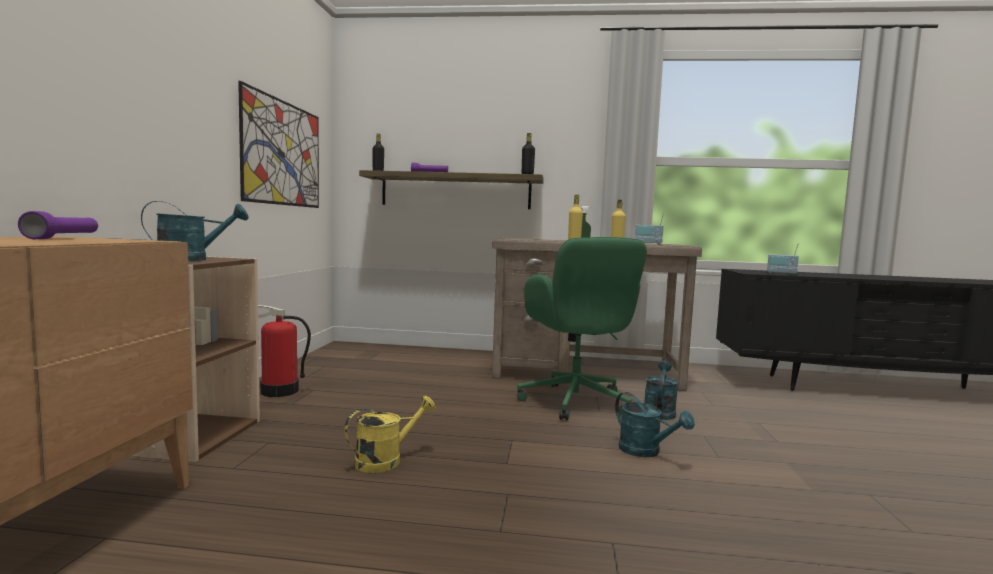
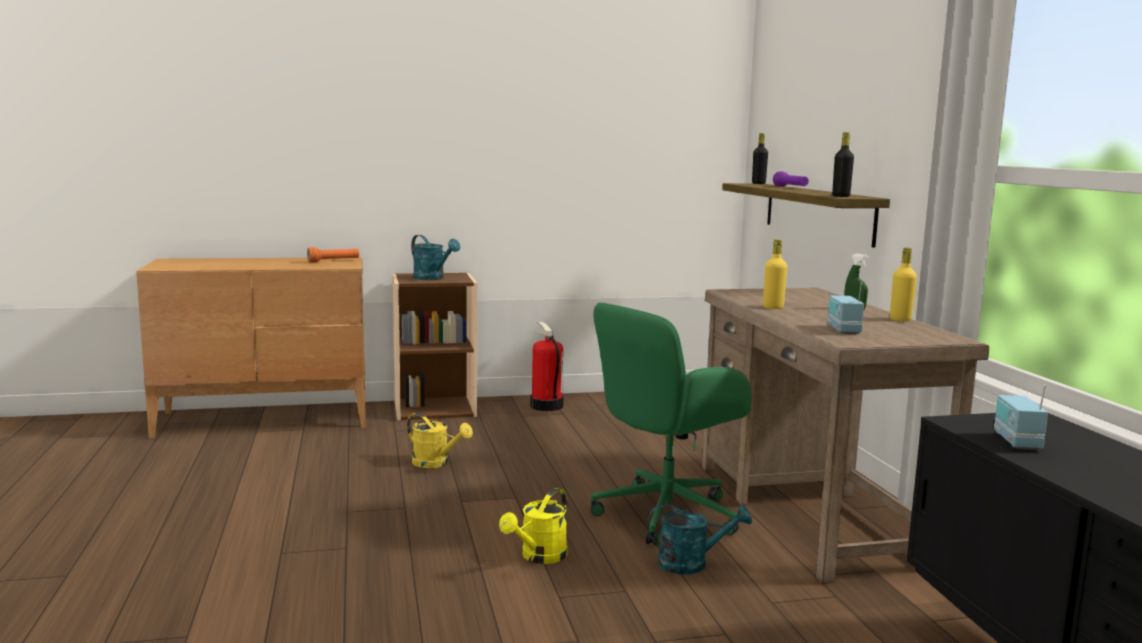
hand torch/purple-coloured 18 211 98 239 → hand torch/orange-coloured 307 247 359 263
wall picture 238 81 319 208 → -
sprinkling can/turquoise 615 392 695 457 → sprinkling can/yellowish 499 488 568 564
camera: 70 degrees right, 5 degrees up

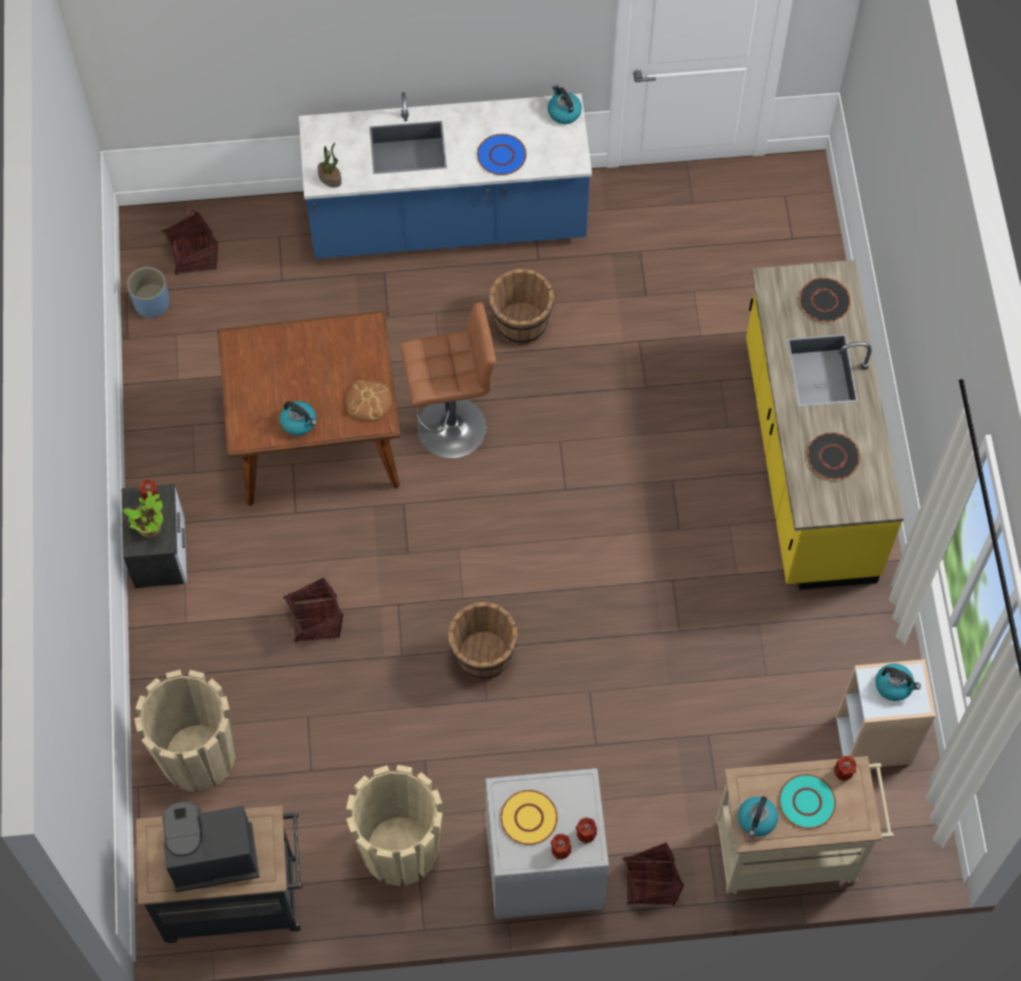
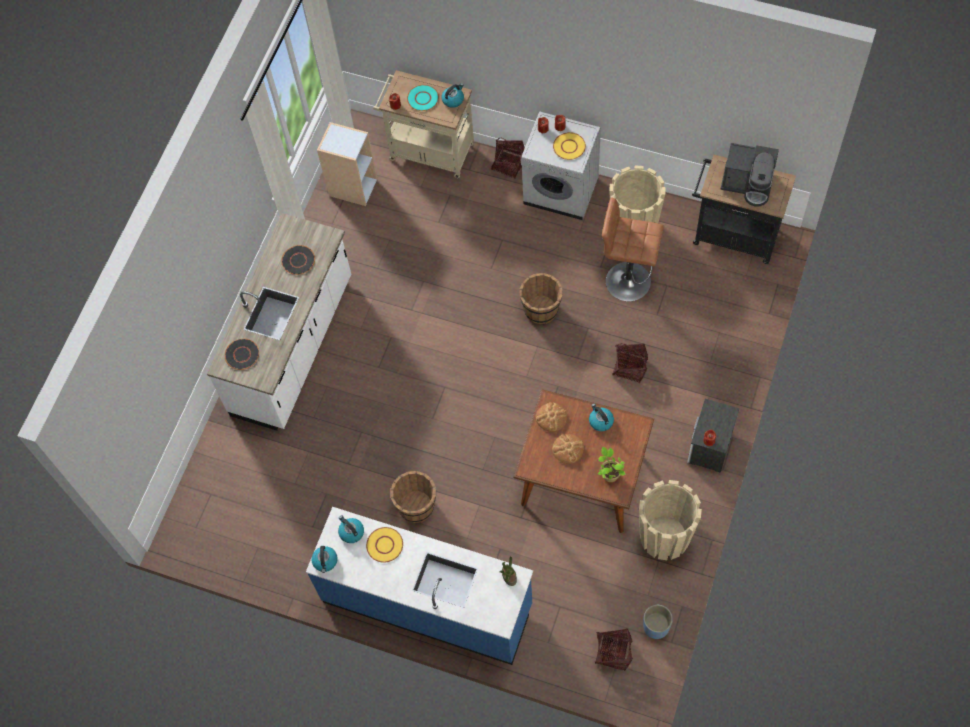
plant in a pot 123 491 163 538 → plant in a pot 598 447 625 482, move
flower pot/sand-coloured 134 670 236 792 → flower pot/sand-coloured 639 480 702 560, move
sitting stool/brownish 400 302 496 458 → sitting stool/brownish 602 198 664 301, move
flat dish/blue 477 134 527 175 → flat dish/yellowish 366 527 403 563
kitchen base unit/yellowish 746 260 904 590 → kitchen base unit/white 207 213 351 431
tea kettle 875 664 921 701 → tea kettle 338 515 364 543, move
- → baked bread 552 434 584 464
camera: 150 degrees left, 0 degrees up

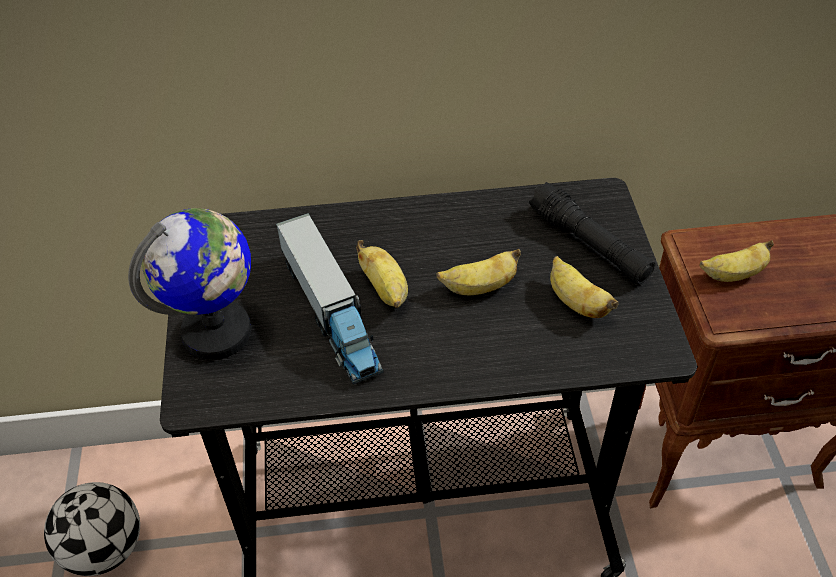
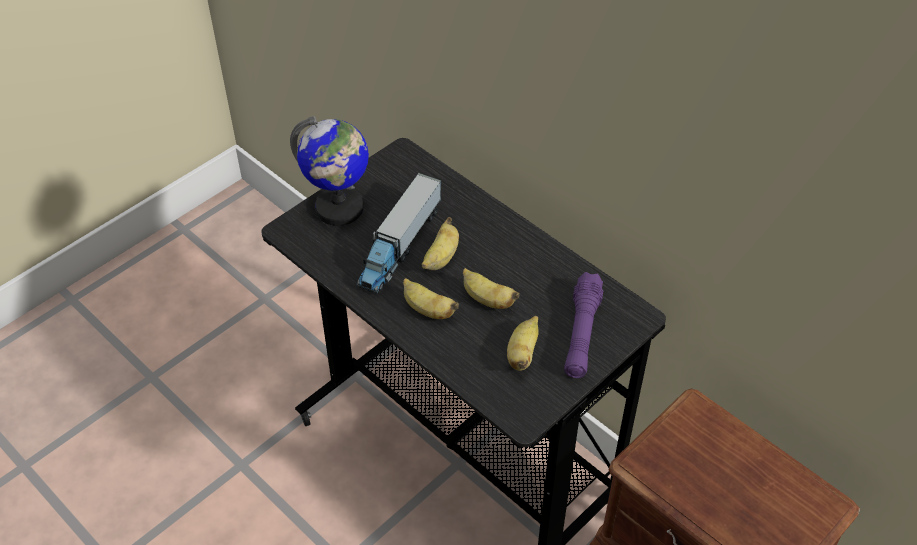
ball for football 44 482 140 576 → -
hand torch/blackish 529 182 655 284 → hand torch/purple-coloured 564 272 603 378
banana fruit 699 240 774 282 → banana fruit 403 278 459 319, move
camera: 50 degrees right, 0 degrees up

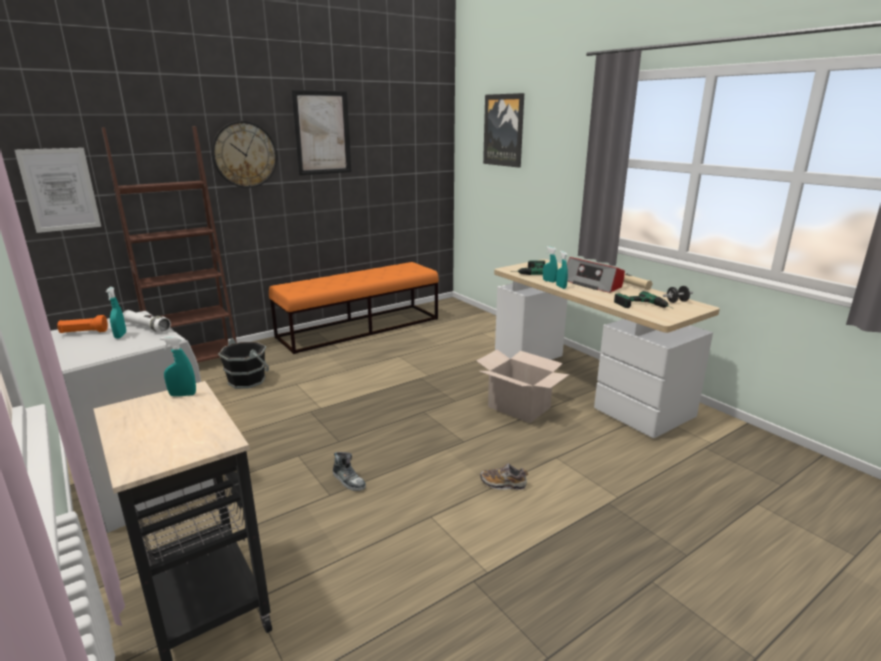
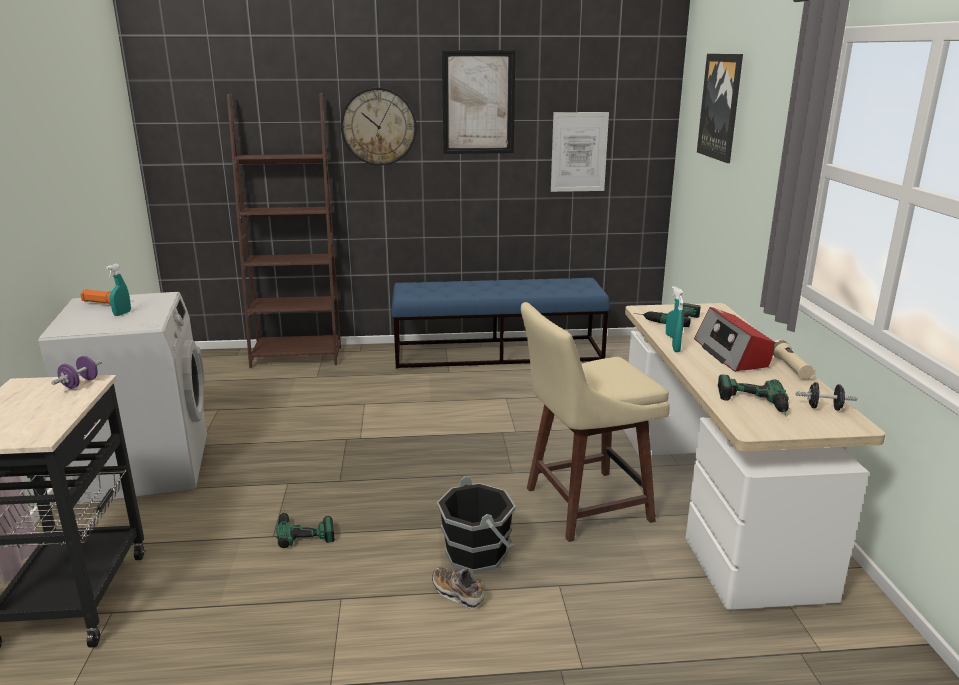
wall picture 15 148 101 233 → wall picture 551 112 609 192, move
hand torch/white 123 310 171 332 → -
sprayer/turquoise 160 336 196 396 → dumbbell/purple-coloured 51 356 102 389
water bucket/blackish 218 339 269 389 → water bucket/blackish 437 476 516 574, move
long seat/orange-coloured 269 262 439 354 → long seat/blue 391 278 610 368
shoe 333 452 366 491 → drill 276 508 335 548
carton 476 350 570 423 → sitting stool/sand-coloured 521 302 670 542
camera: 30 degrees right, 0 degrees up

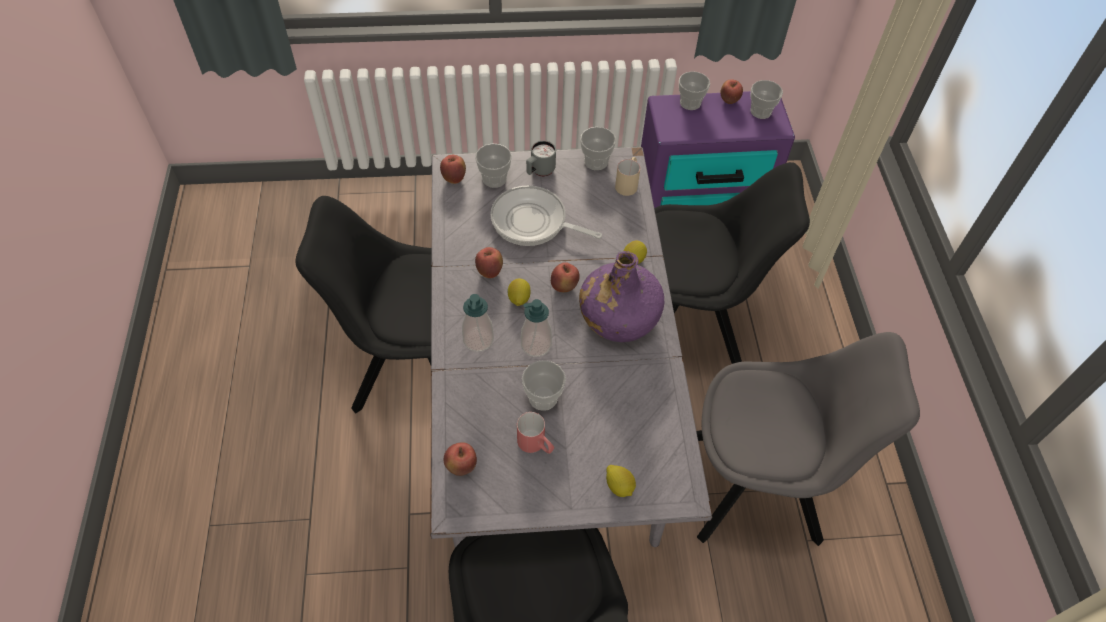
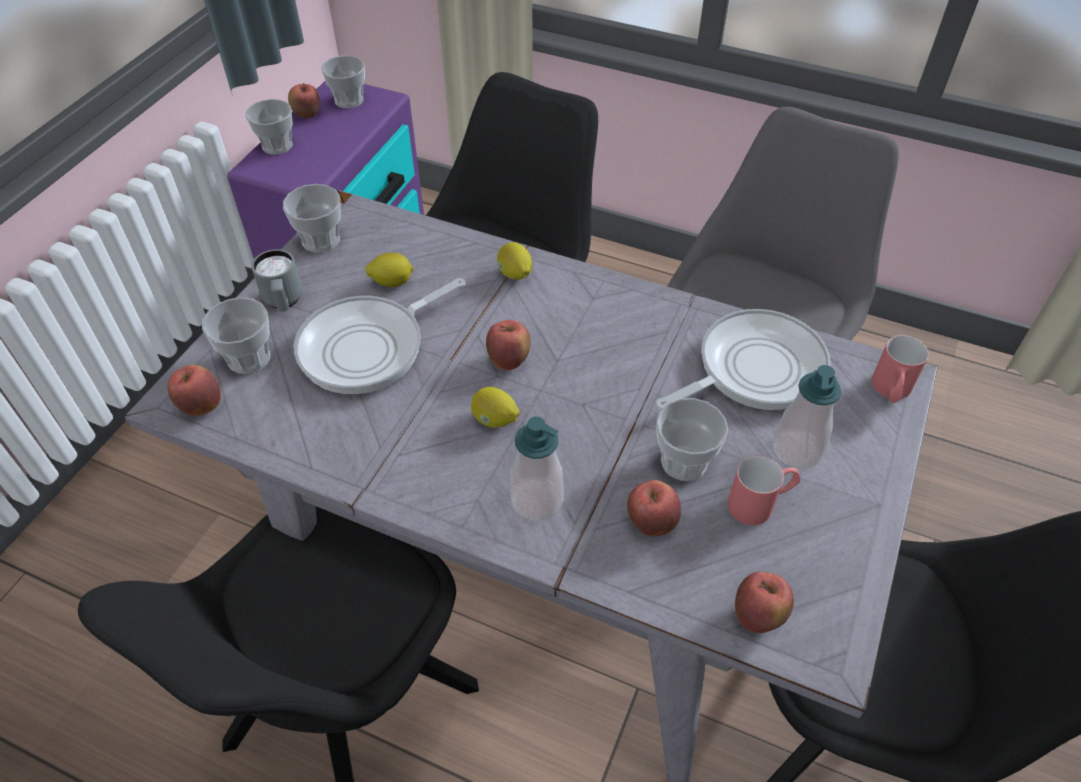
whole apple 475 247 503 278 → whole apple 627 480 681 537, move
soap dispenser 521 299 552 357 → soap dispenser 772 365 841 469, move
bottle/purple-coloured 579 251 665 342 → -
lemon 606 465 636 497 → lemon 366 253 414 287, move
mug/sand-coloured 615 157 640 196 → -
- → skillet 656 309 831 410
- → mug/red 871 335 929 403
camera: 60 degrees left, 5 degrees down

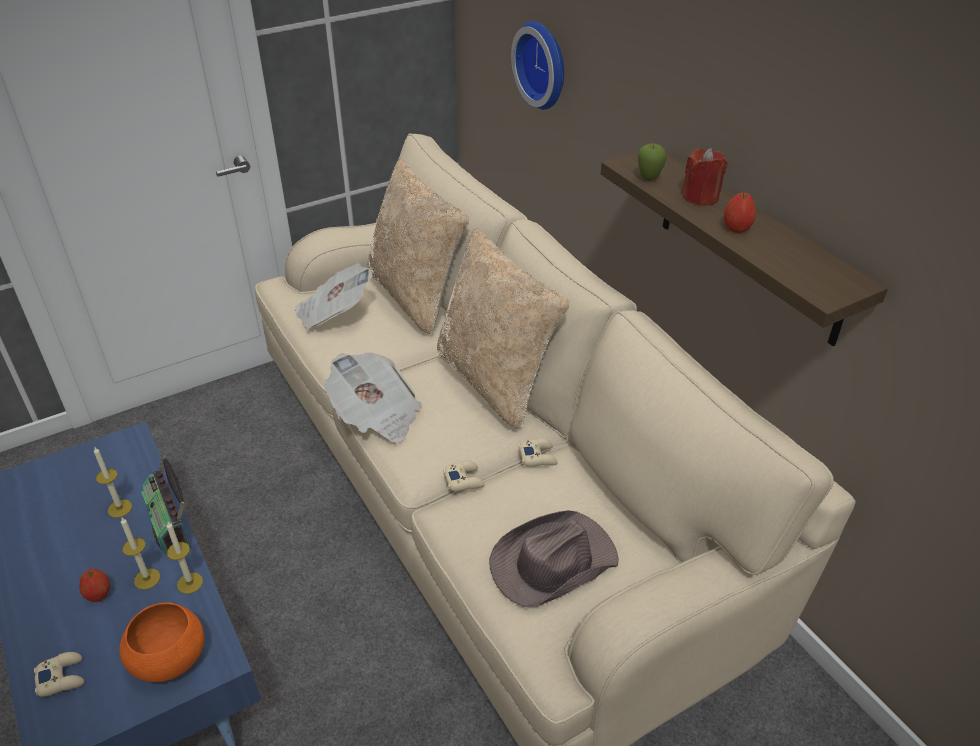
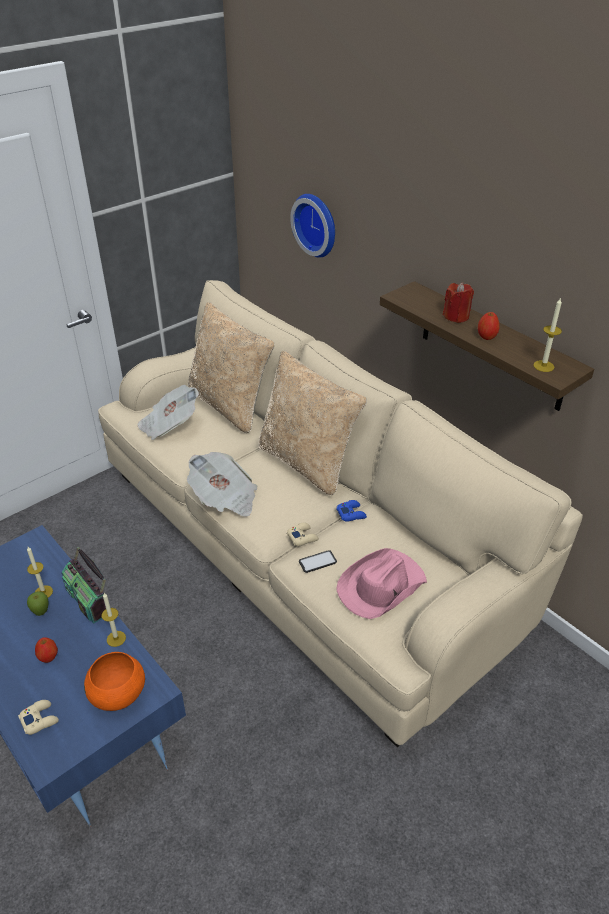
wax candle 121 518 160 590 → wax candle 533 297 562 372, move
clothing hat/brownish 489 510 619 607 → clothing hat/pink-coloured 336 548 427 619
gamepad/sand-coloured 519 438 557 467 → gamepad/blue 336 500 367 522
whole apple 638 143 667 181 → whole apple 27 591 49 616, move
- → phone 299 550 337 573
camera: 10 degrees left, 0 degrees up

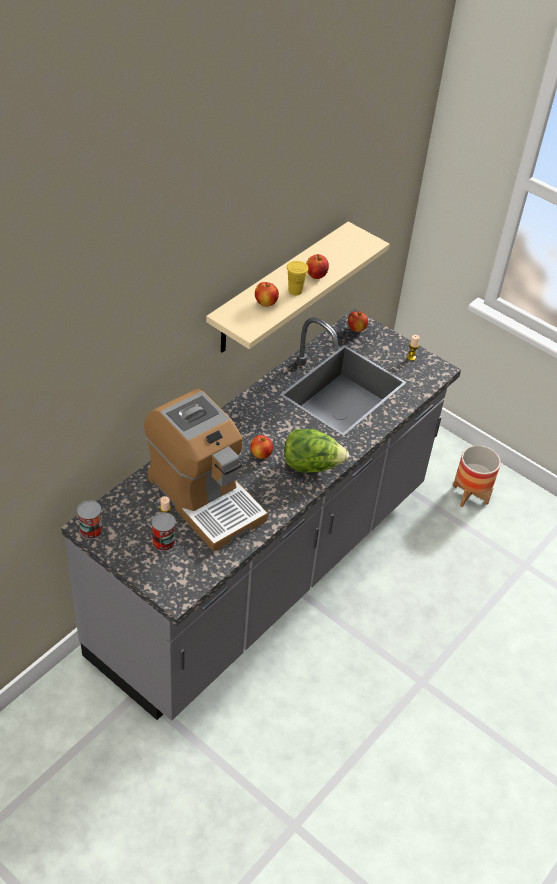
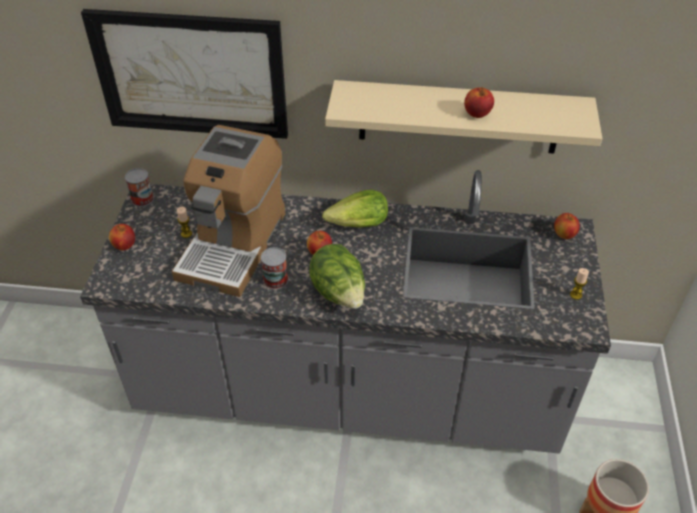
can 152 512 176 551 → can 261 247 288 289, move
whole apple 255 282 279 307 → whole apple 109 224 135 251, move
cup/yellowish 287 261 308 296 → -
- → wall picture 81 9 288 139
- → lettuce 322 189 388 228
camera: 60 degrees right, 0 degrees up

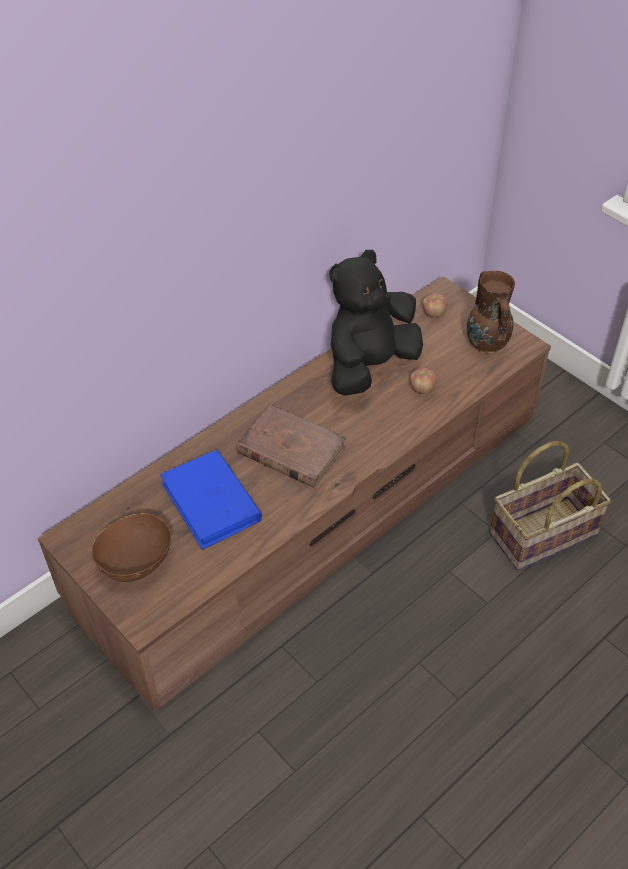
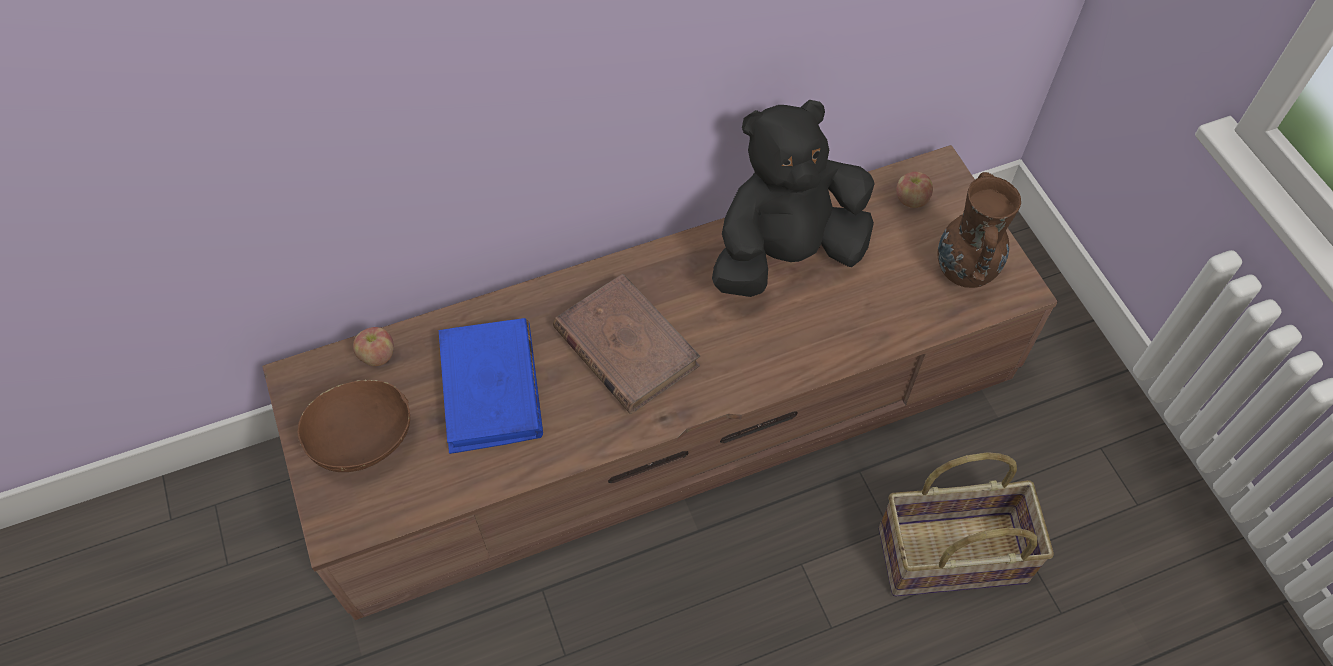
whole apple 410 368 437 394 → whole apple 353 327 394 366, move
camera: 20 degrees right, 10 degrees up

